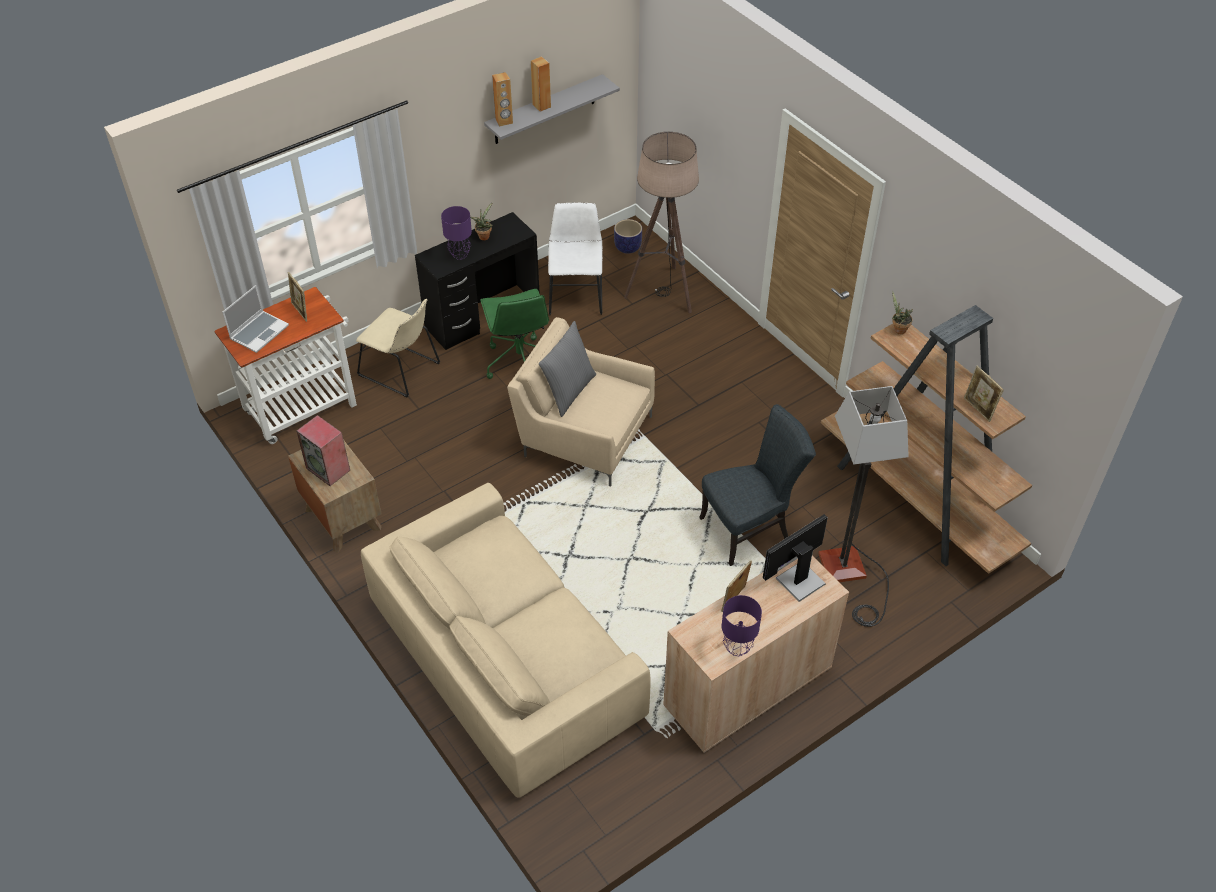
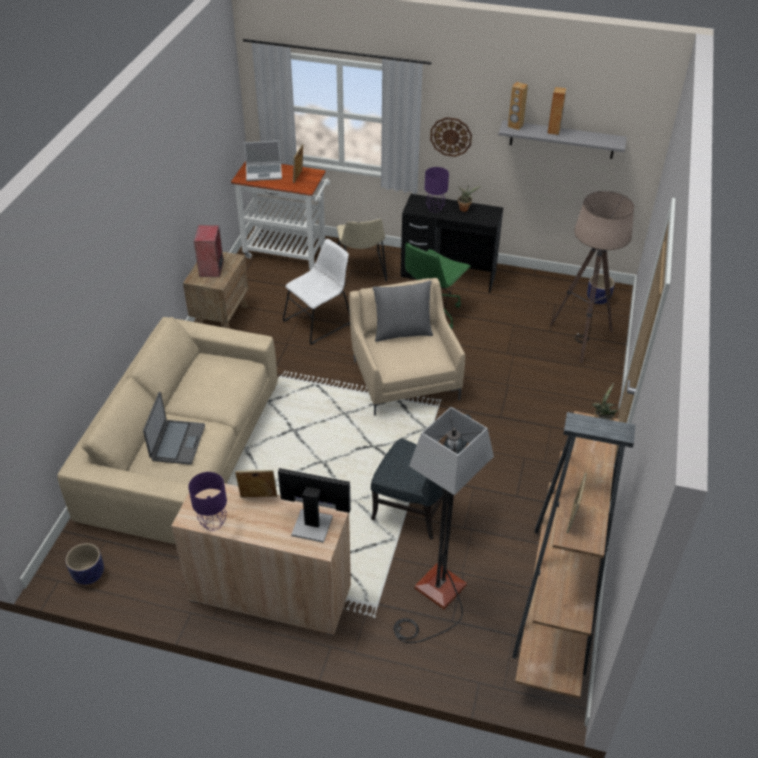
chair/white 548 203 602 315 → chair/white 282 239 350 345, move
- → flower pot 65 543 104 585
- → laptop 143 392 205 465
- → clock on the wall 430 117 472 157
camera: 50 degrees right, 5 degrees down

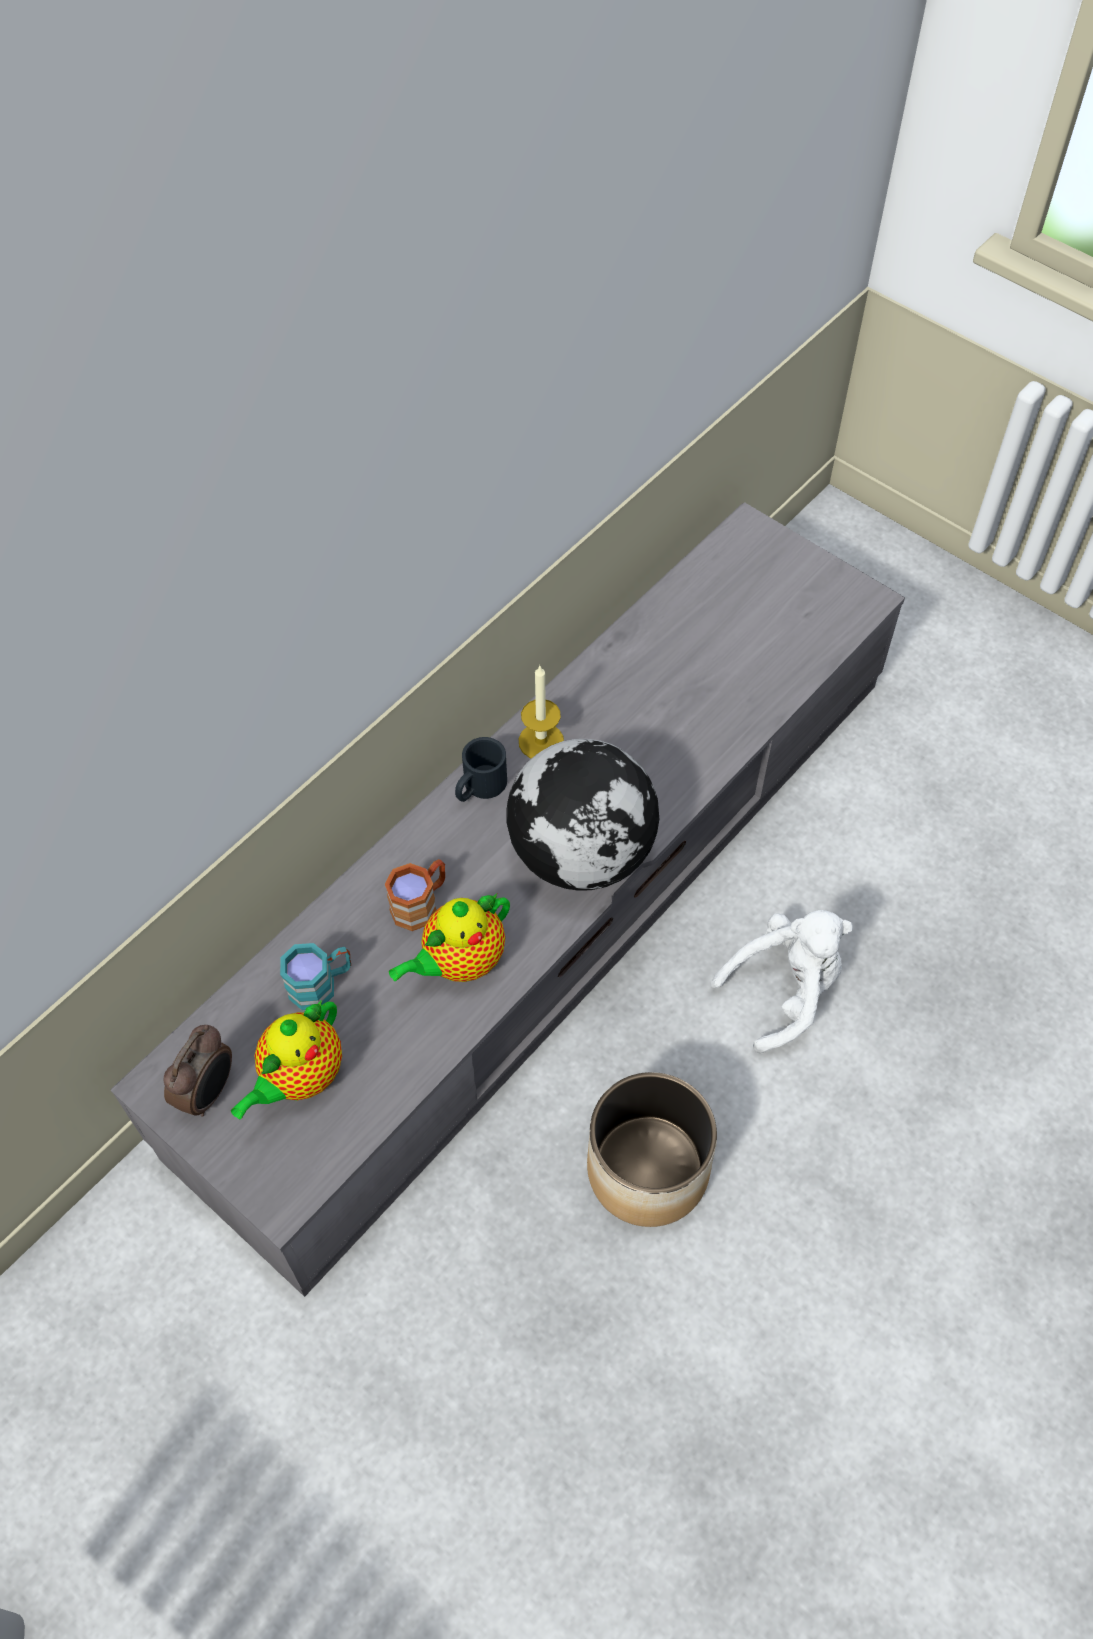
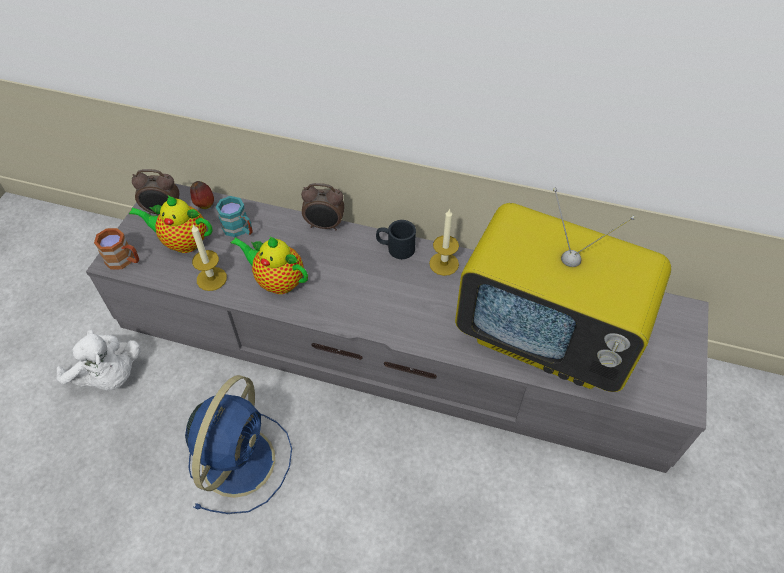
mug/brownish 385 859 445 931 → mug/brownish 94 228 139 270, move
globe 506 739 659 891 → -
flower pot 587 1072 717 1227 → electric fan/blue 185 375 292 514
plush toy/white 711 910 853 1053 → plush toy/white 57 330 140 391, move
- → whole apple 190 181 214 209
- → wax candle 191 225 227 291
- → table clock 301 183 344 230
- → TV 455 188 671 392
camera: 65 degrees right, 5 degrees down

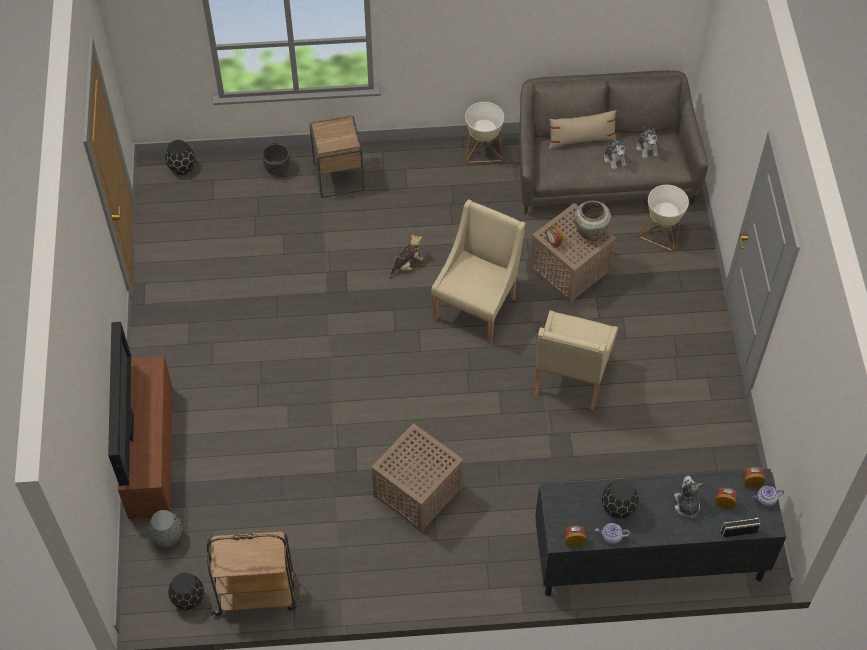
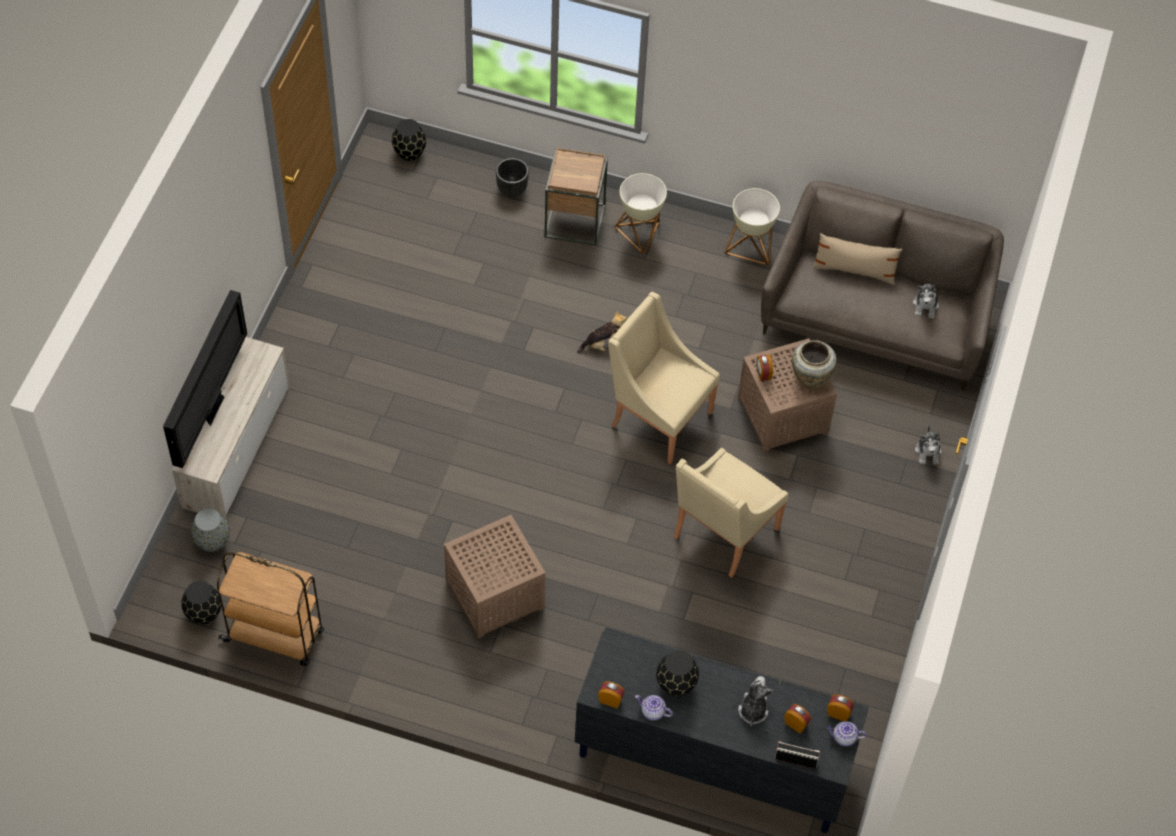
tv stand/brownish 118 356 173 519 → tv stand/white 172 337 290 518
armchair/sand-coloured 431 199 526 345 → armchair/sand-coloured 608 292 720 464, 105 degrees counterclockwise
plush toy 604 138 627 170 → plush toy 915 425 941 465, move
flower pot 639 185 689 251 → flower pot 615 173 667 254, move
camera: 20 degrees right, 0 degrees up

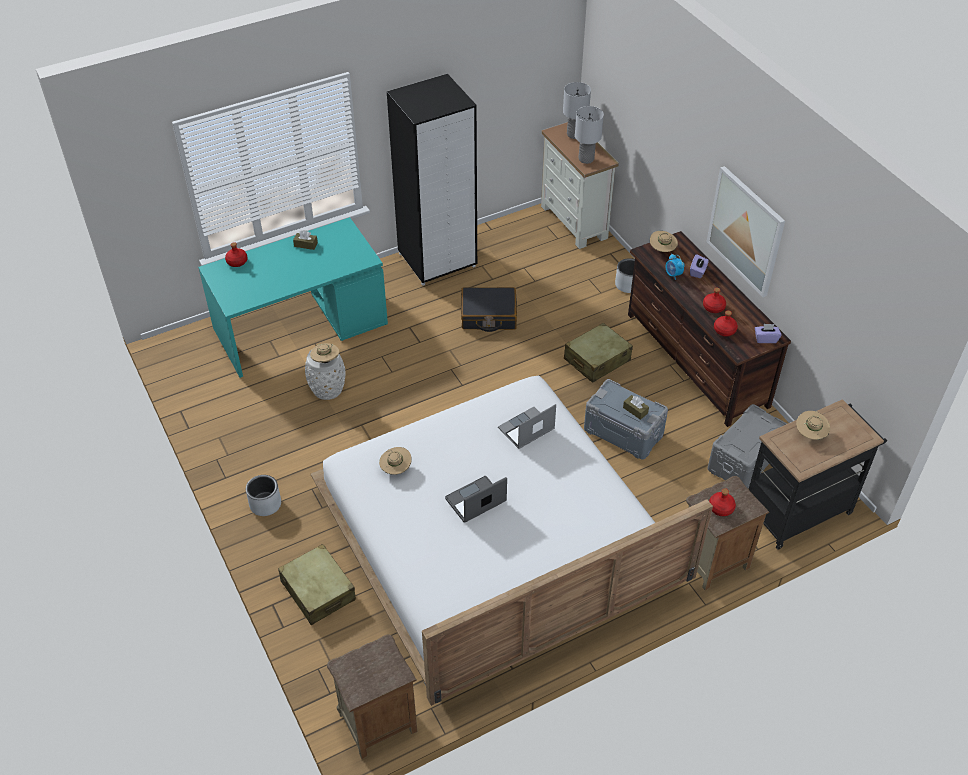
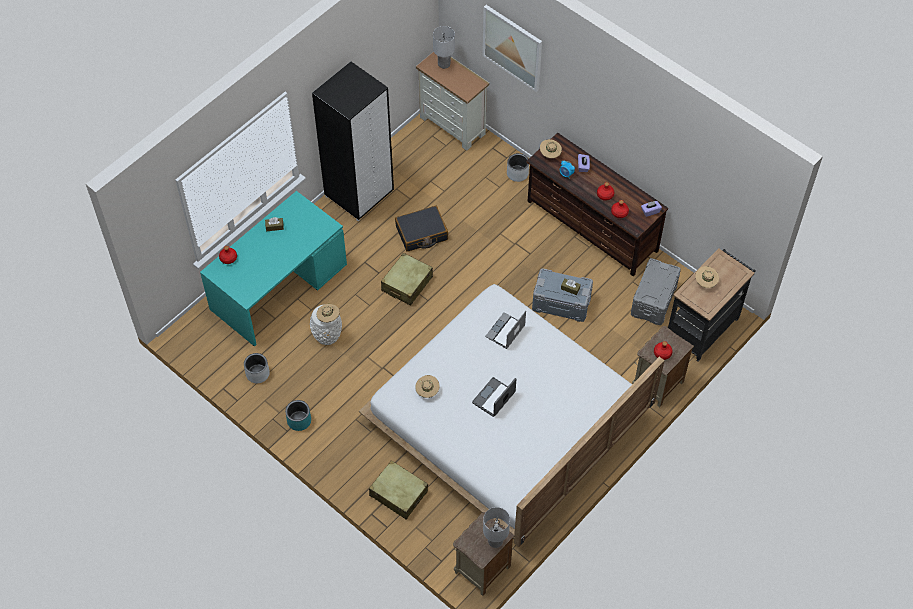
flower pot/greyish 246 475 281 516 → flower pot/greyish 244 353 270 383, move
travel case/sand-coloured 564 323 633 383 → travel case/sand-coloured 381 253 433 306, move
tabletop lamp/greyish 575 106 604 164 → tabletop lamp/greyish 483 507 510 548, move
wall picture 706 166 785 297 → wall picture 483 5 542 92, move
- → flower pot/turquoise 285 400 311 431
camera: 20 degrees left, 10 degrees up

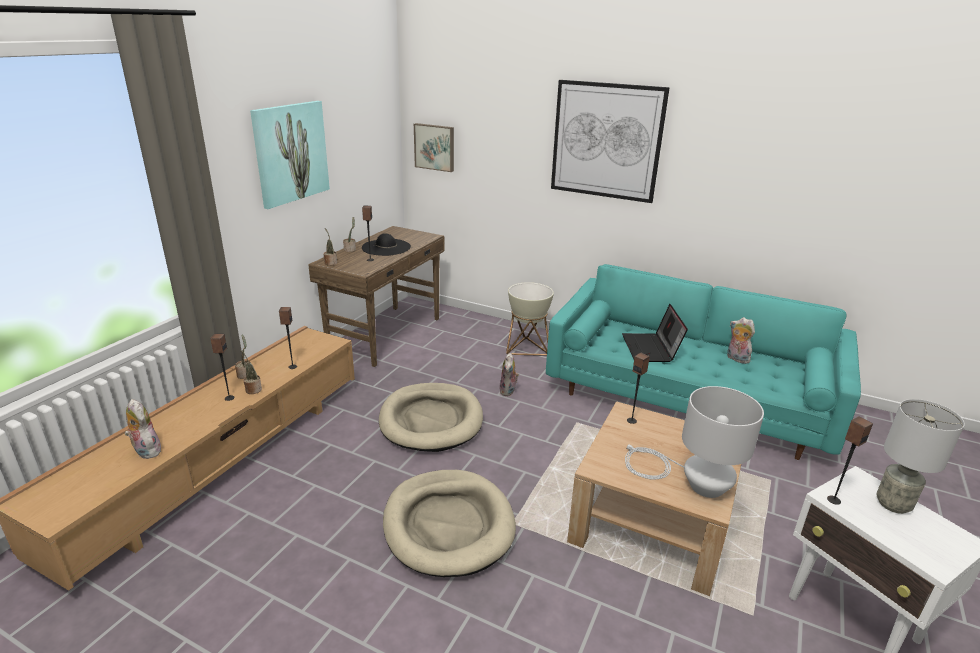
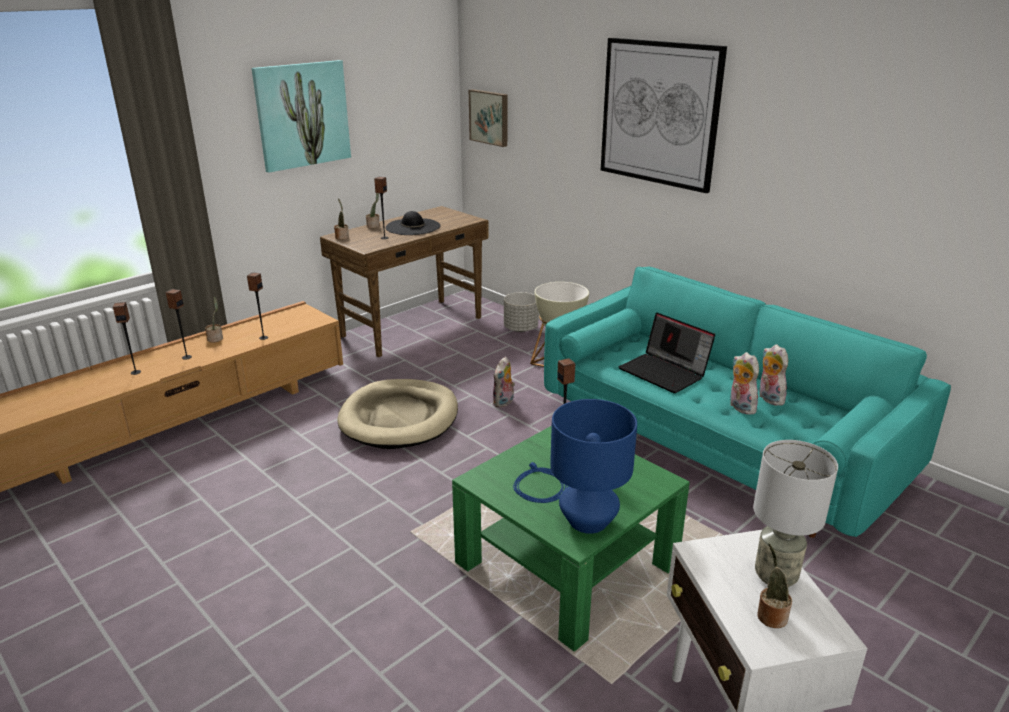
plush toy 125 399 162 459 → plush toy 730 352 759 414, move
plant in a pot 240 350 262 394 → plant in a pot 757 543 792 628, move
dog bed/sand-coloured 383 470 516 577 → -
lounge table/brownish 567 401 741 596 → lounge table/green-coloured 452 426 690 652
laptop 622 304 688 362 → laptop 619 312 715 393, 60 degrees counterclockwise
tabletop lamp/white 625 386 764 498 → tabletop lamp/blue 513 399 637 534
audio speaker 827 416 873 505 → audio speaker 113 302 141 375, move
- → flower pot/greyish 504 292 538 332
camera: 20 degrees right, 0 degrees up

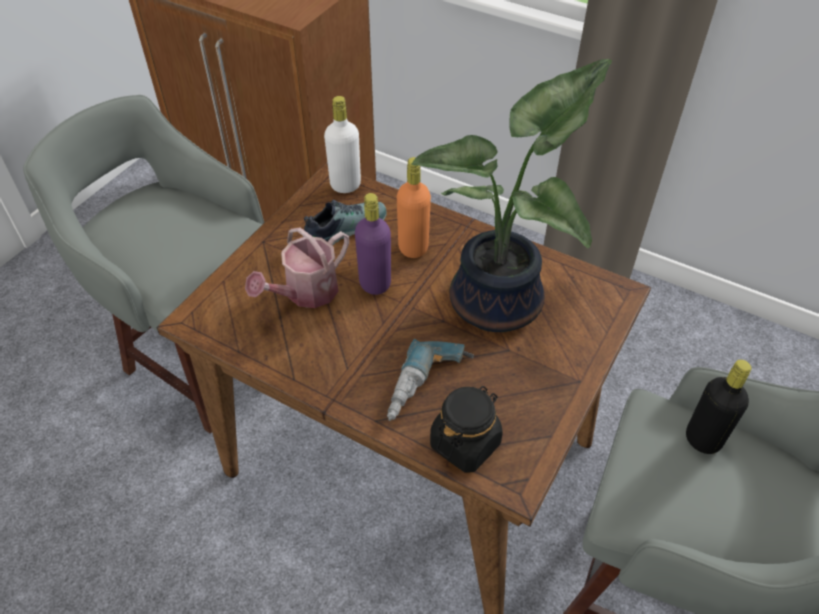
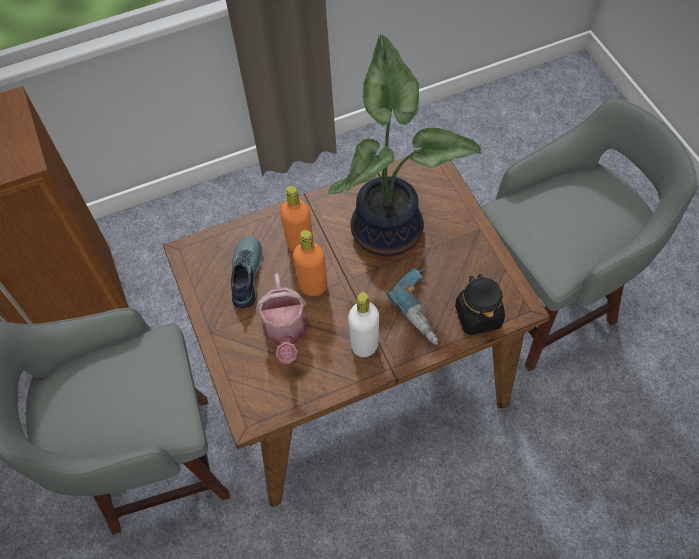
bottle/white 324 96 361 193 → bottle/white 348 292 379 357, move
bottle/purple-coloured 355 193 391 295 → bottle/orange-coloured 293 230 327 296
bottle/blackish 686 360 751 454 → -
camera: 50 degrees left, 10 degrees up

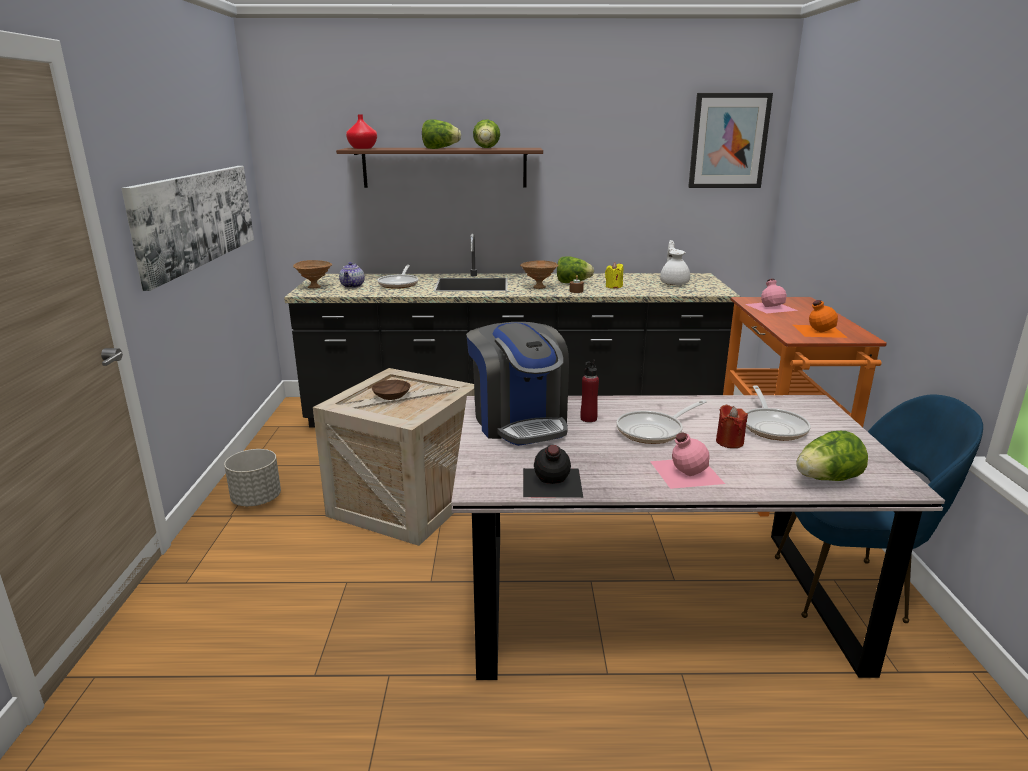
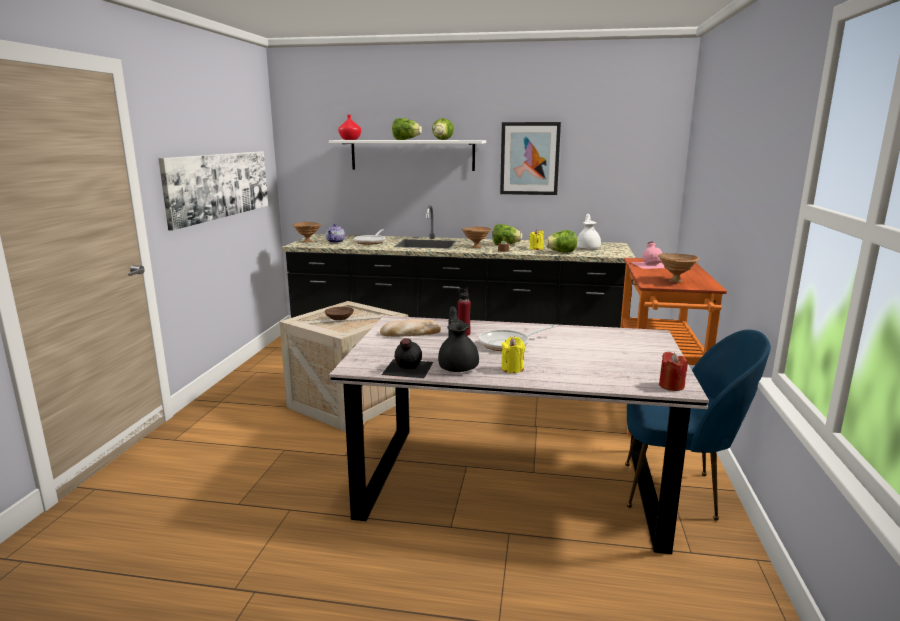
flower pot/greyish 224 449 281 506 → -
wall shelf/brownish 336 148 543 188 → wall shelf/white 329 140 486 171
coffee maker 466 322 569 446 → baked bread 380 319 441 337
bottle/pink-coloured 650 433 725 489 → wax candle/yellowish 502 336 525 373
wall picture 688 93 773 188 → wall picture 500 122 561 195, move
wax candle/red 716 405 748 448 → wax candle/red 659 352 688 391, move
skillet 746 385 811 441 → -
bottle/orange-coloured 793 300 848 338 → deep dish/brownish 658 253 700 283
lettuce 797 431 868 481 → lettuce 544 230 577 253, move
- → teapot/blackish 438 306 479 372
camera: 10 degrees right, 5 degrees down

